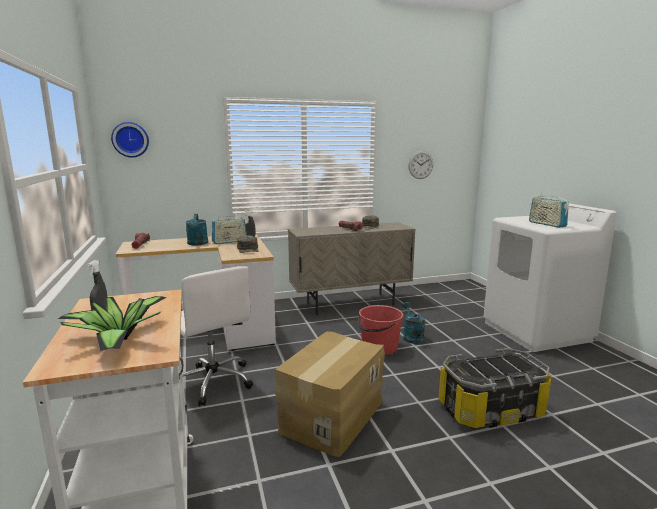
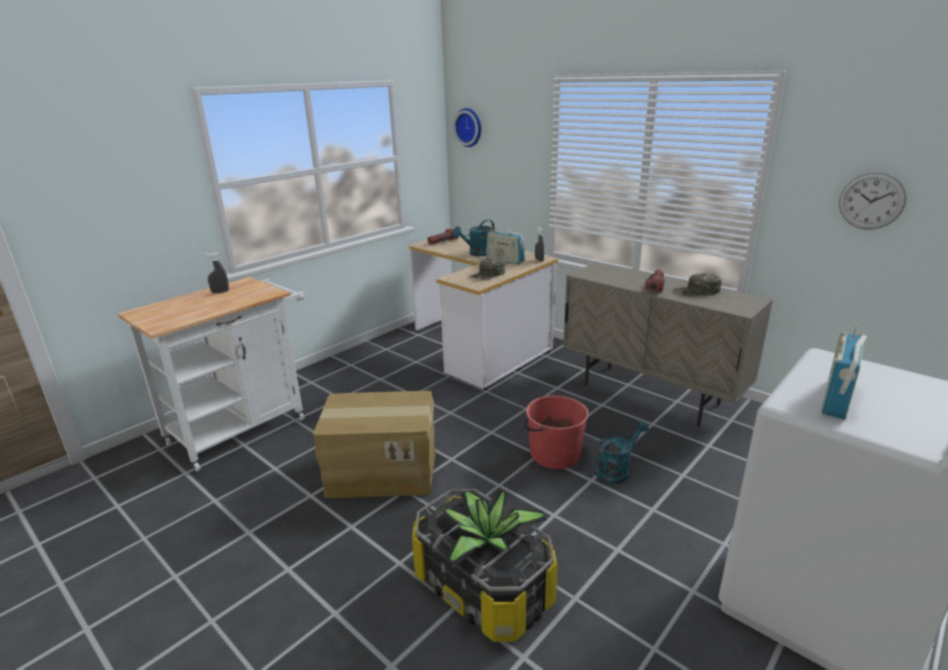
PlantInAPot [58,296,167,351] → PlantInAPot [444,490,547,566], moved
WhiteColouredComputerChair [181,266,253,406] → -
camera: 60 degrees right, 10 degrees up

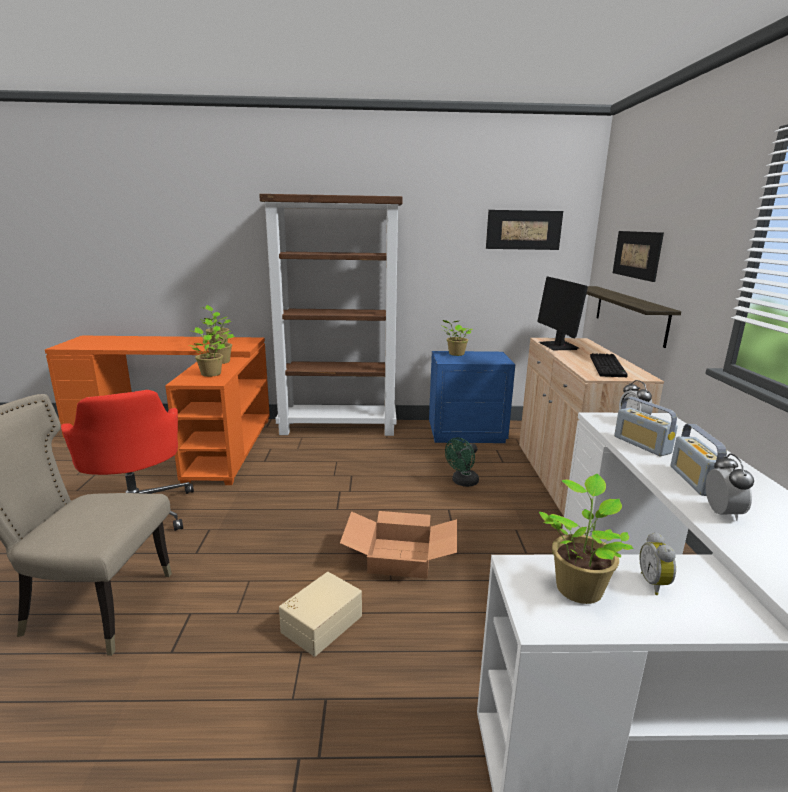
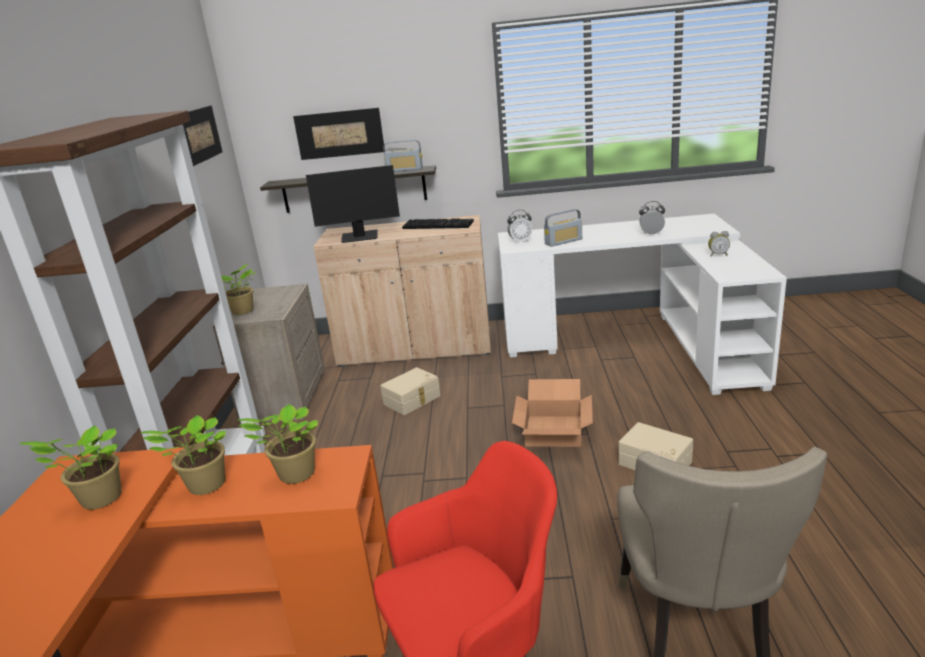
BlueBedsideTable [429,351,515,443] → SandColouredBedsideTable [213,284,325,423]
GreenishElectricFan [445,437,479,487] → SandColouredStorageBin [380,367,441,415]
PlantInAPot [539,474,633,604] → -
Radio [671,424,730,496] → Radio [383,140,423,172], moved
camera: 85 degrees left, 5 degrees up

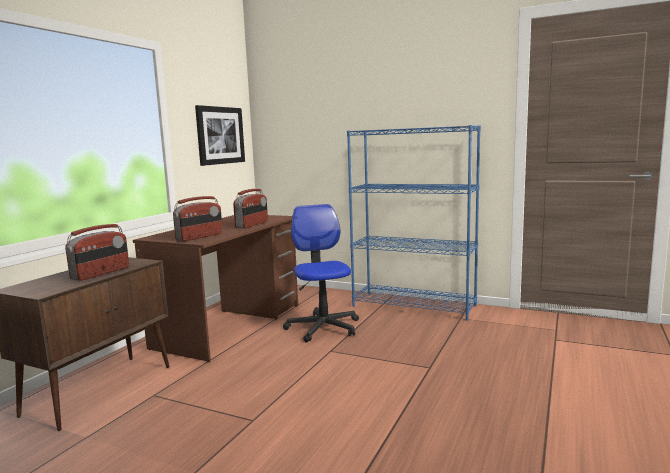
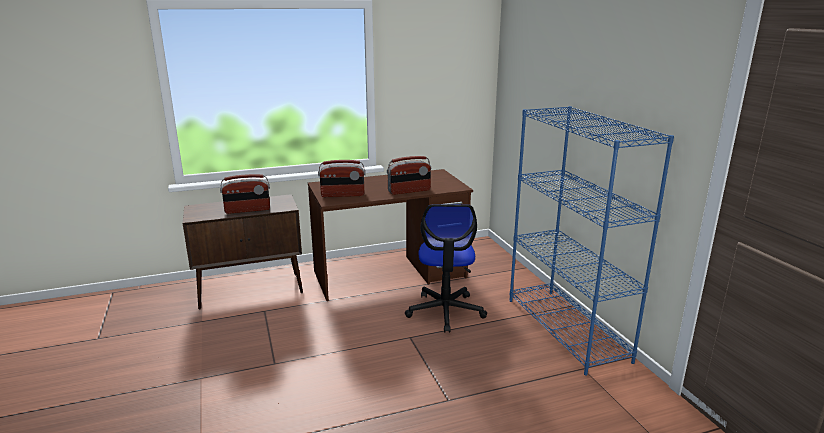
WallPicture [195,105,245,166] → -
ComputerChair [283,204,359,343] → ComputerChair [405,204,487,333], 150 degrees clockwise
camera: 45 degrees right, 10 degrees up

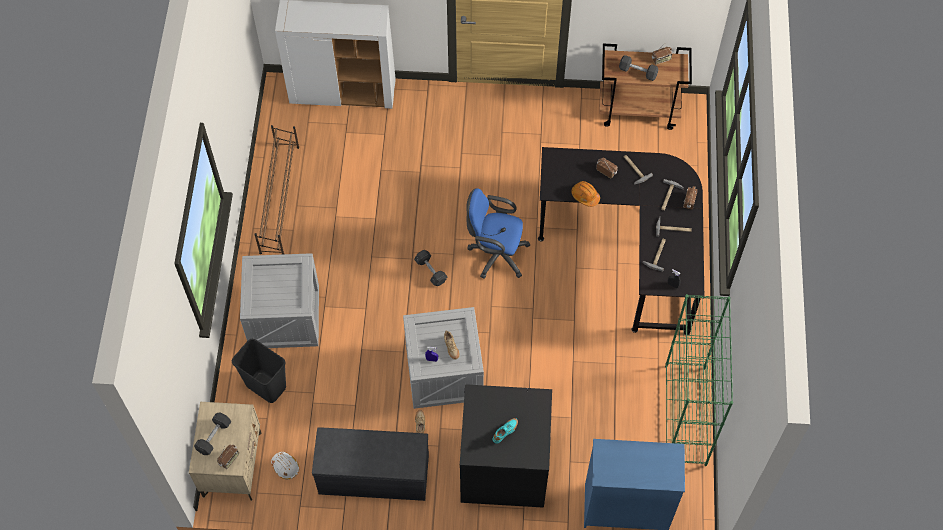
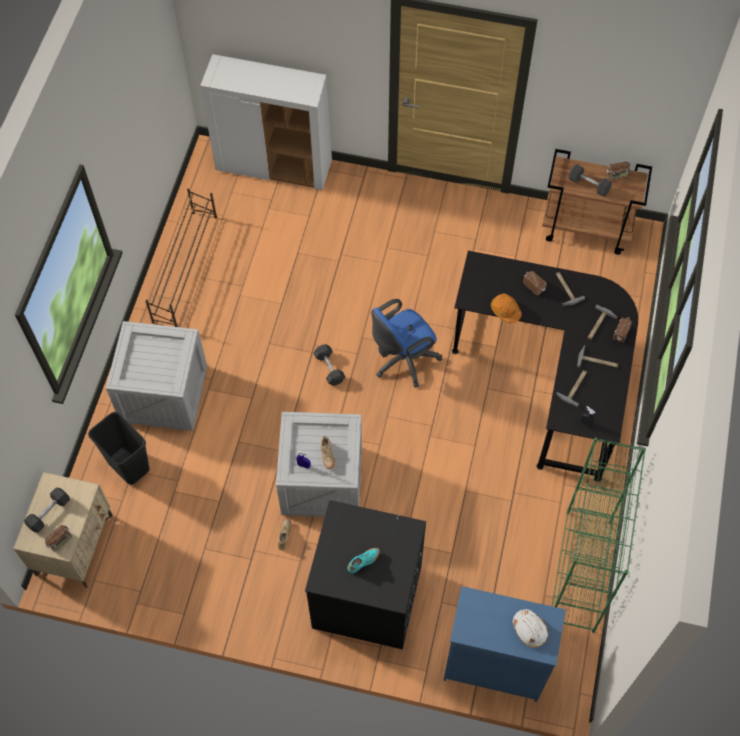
WhiteColouredSafetyHelmet [271,452,299,480] → WhiteColouredSafetyHelmet [513,609,548,648], moved
GreyishLongSeat [312,427,429,501] → -
BlueComputerChair [466,188,530,279] → BlueComputerChair [371,299,442,387], 60 degrees counterclockwise
camera: 10 degrees right, 0 degrees up

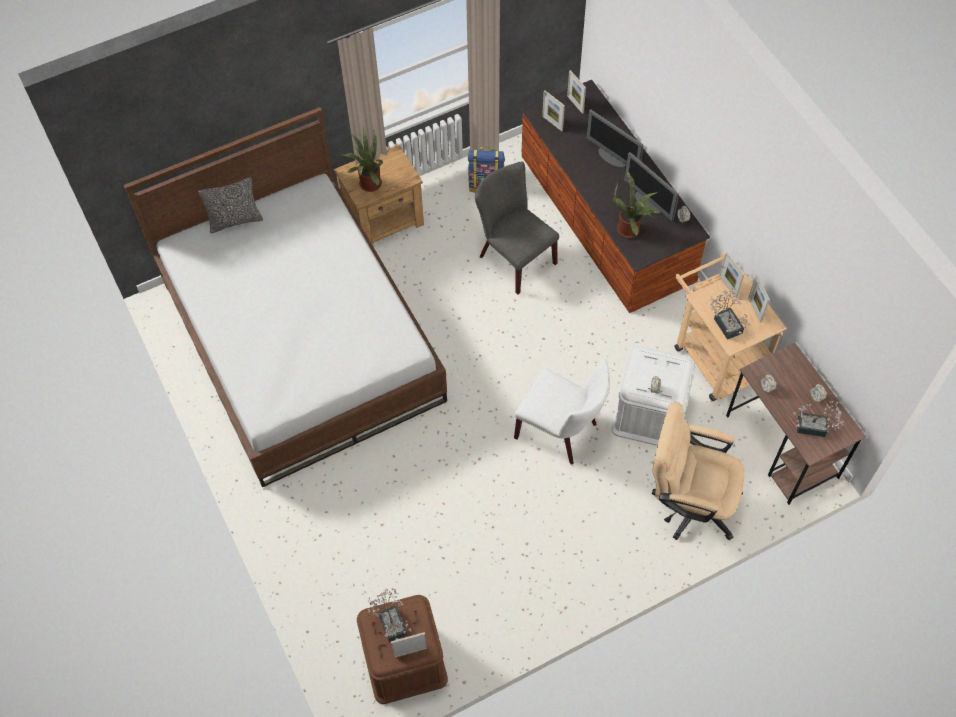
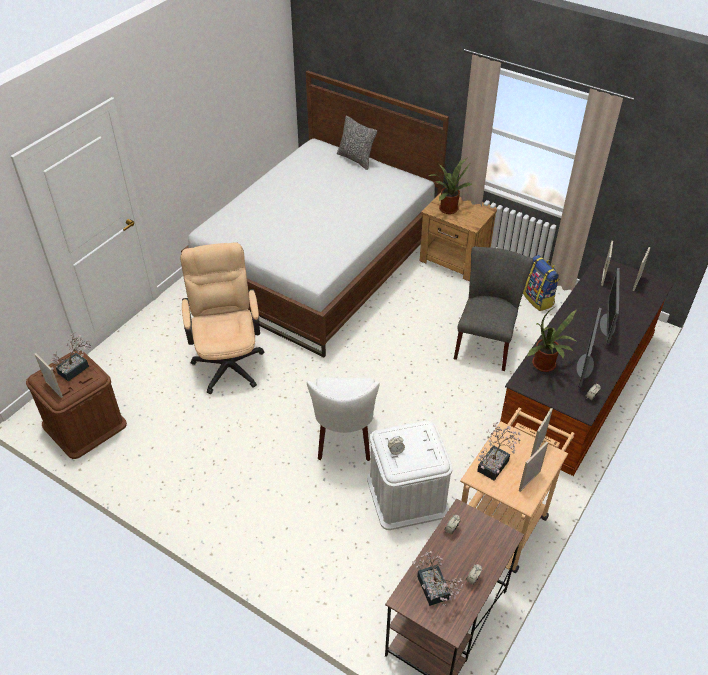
SandColouredComputerChair [652,402,744,540] → SandColouredComputerChair [180,242,265,394], moved
camera: 60 degrees right, 15 degrees down

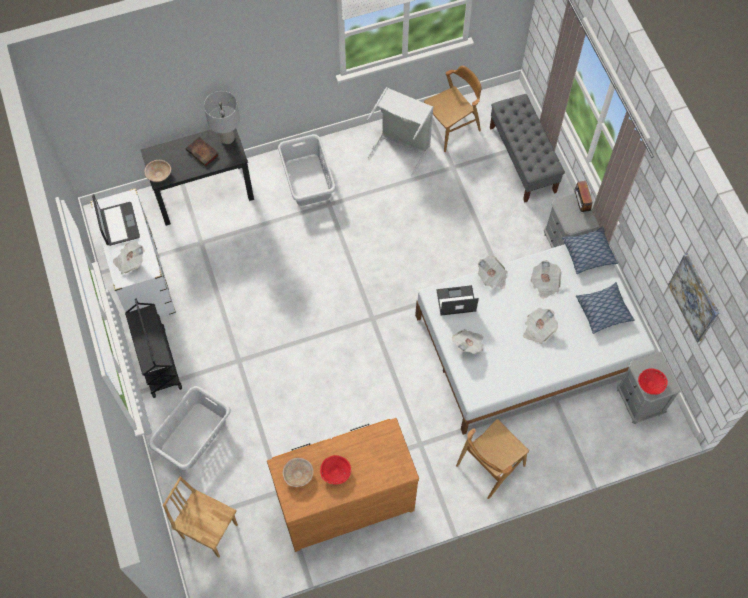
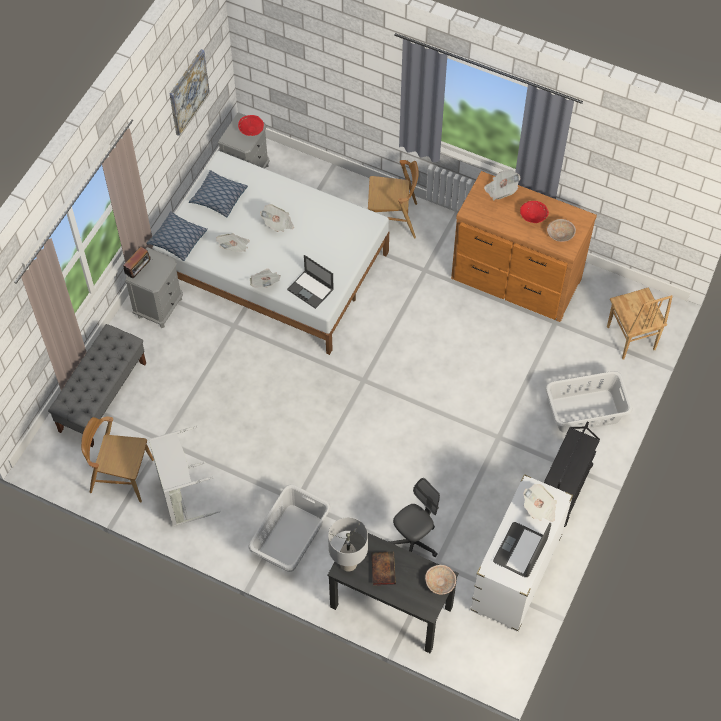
PrintedPaper [452,329,484,354] → PrintedPaper [484,169,521,200], moved
- → GreyishComputerChair [388,478,440,557]
camera: 135 degrees left, 5 degrees down

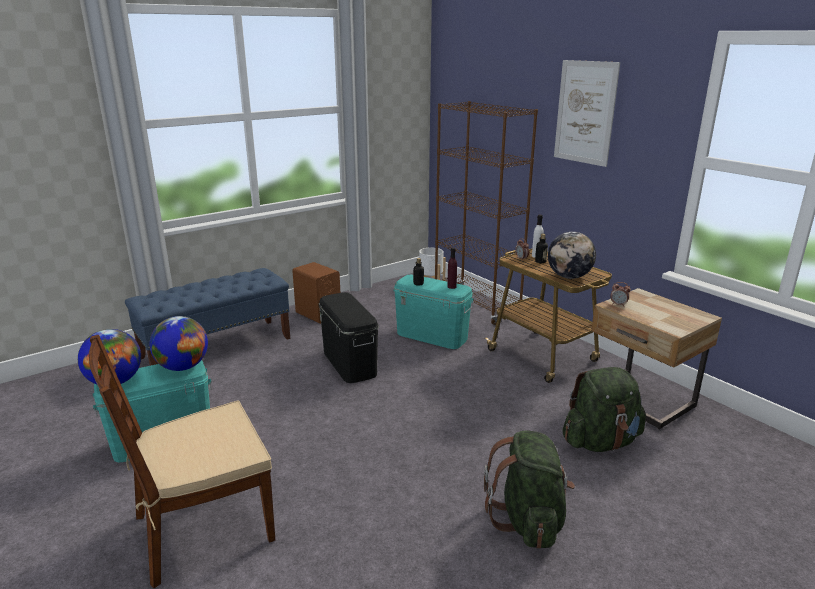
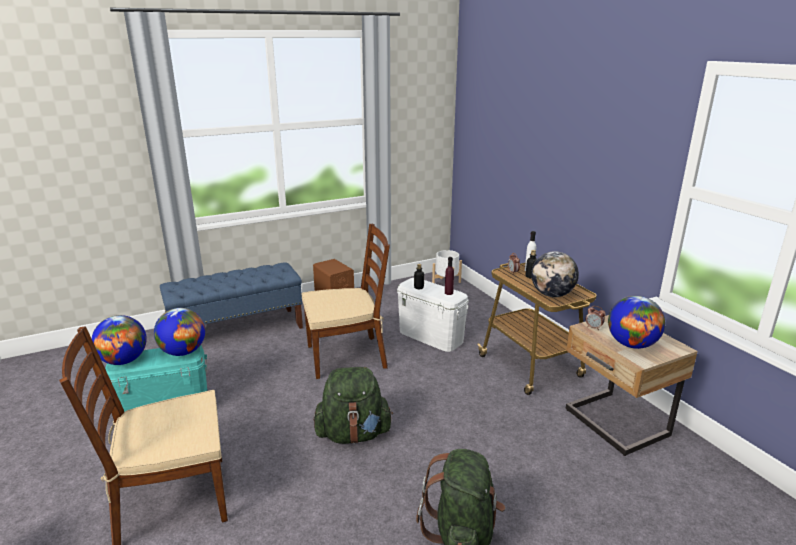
BlackColouredStorageBin [319,292,379,383] → BrownChair [302,224,390,379]
BlueGreenStorageBin [393,275,474,349] → WhiteColouredStorageBin [397,278,469,352]
BrownBookshelf [435,101,538,325] → -
WallPicture [554,60,620,167] → -
GreenishKnapsack [562,367,646,452] → GreenishKnapsack [313,367,393,444], moved
- → DeskGlobe [608,296,665,349]
camera: 10 degrees right, 0 degrees up

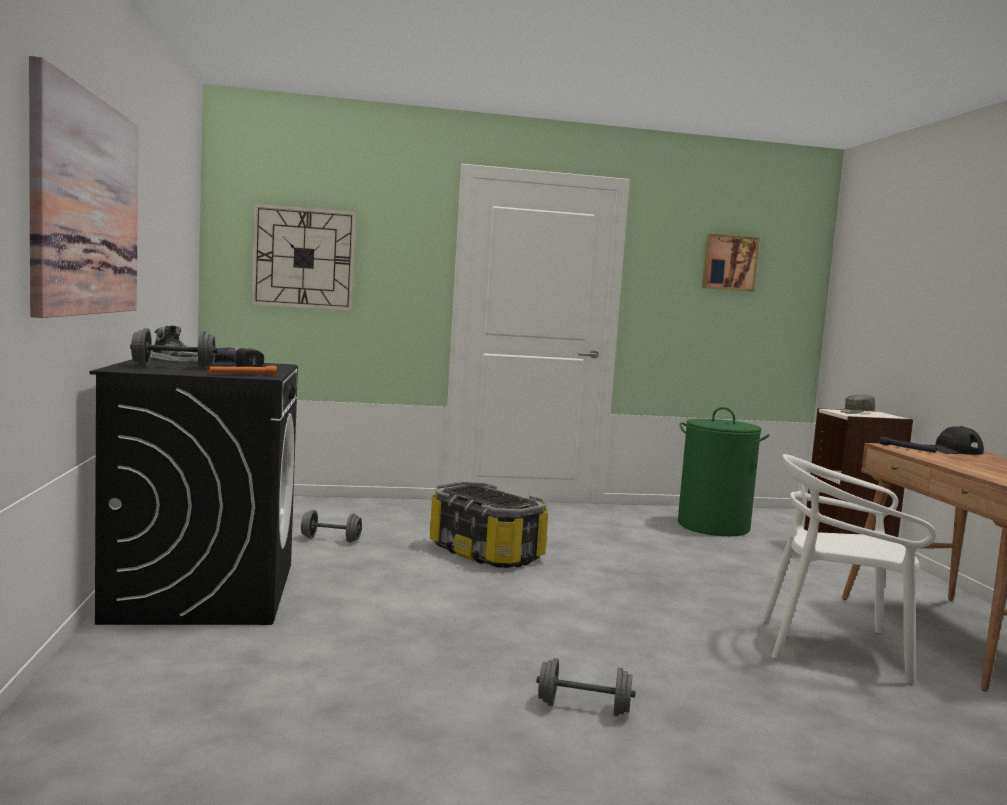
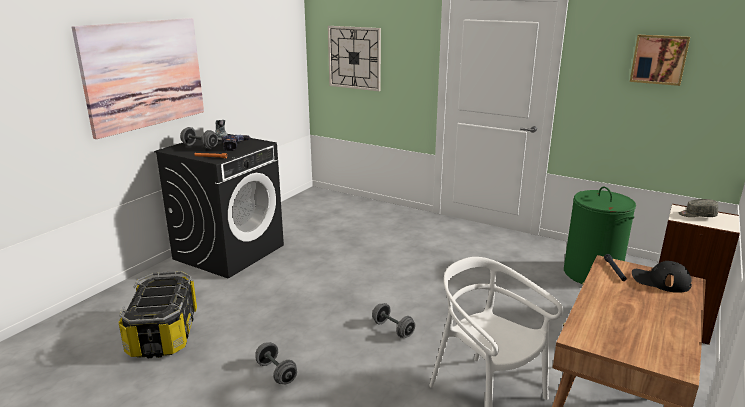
GreyishHandWeight [301,510,362,542] → GreyishHandWeight [372,303,415,338], moved
StorageBin [430,481,548,568] → StorageBin [118,271,197,358], moved
camera: 40 degrees right, 15 degrees up

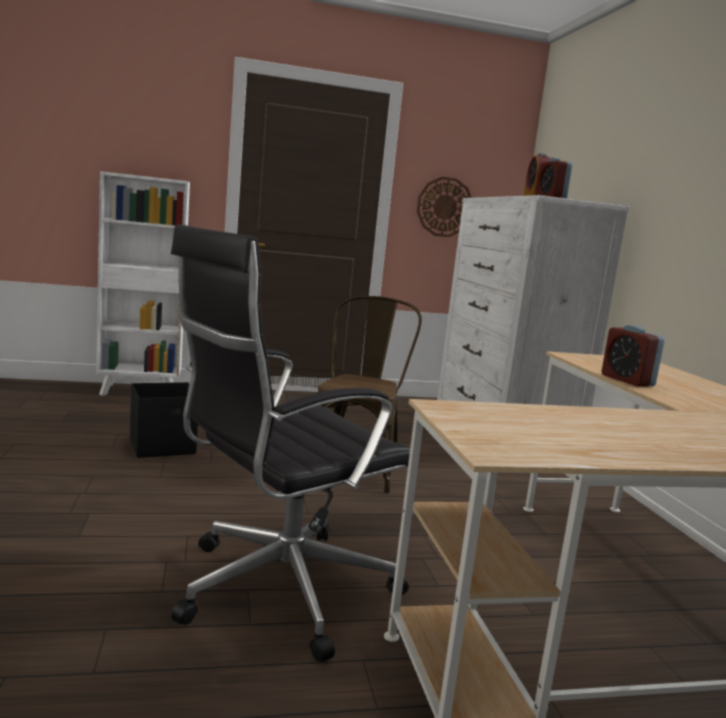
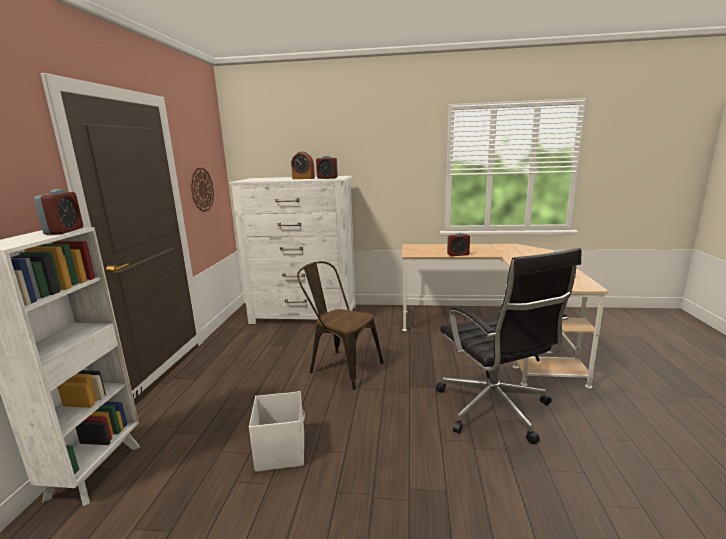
BlackColouredStorageBin [130,382,198,458] → WhiteColouredStorageBin [249,391,305,472]
- → BedsideClock [34,189,83,235]
camera: 70 degrees left, 5 degrees up

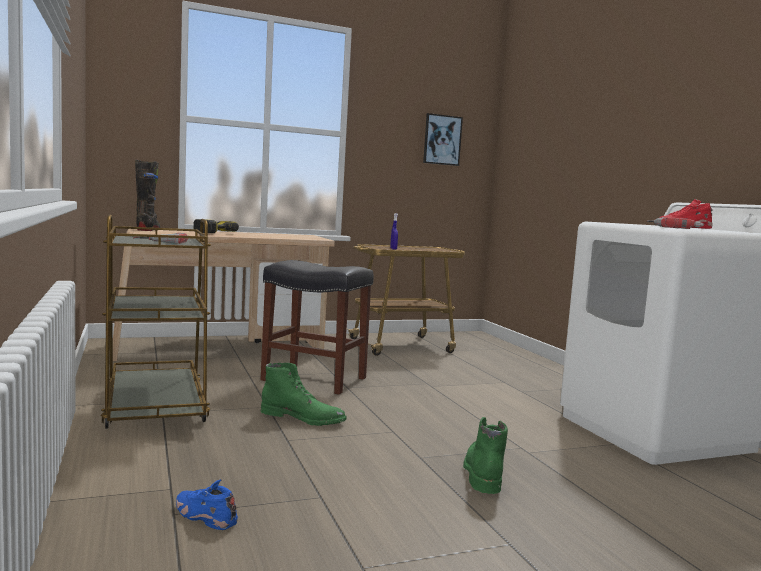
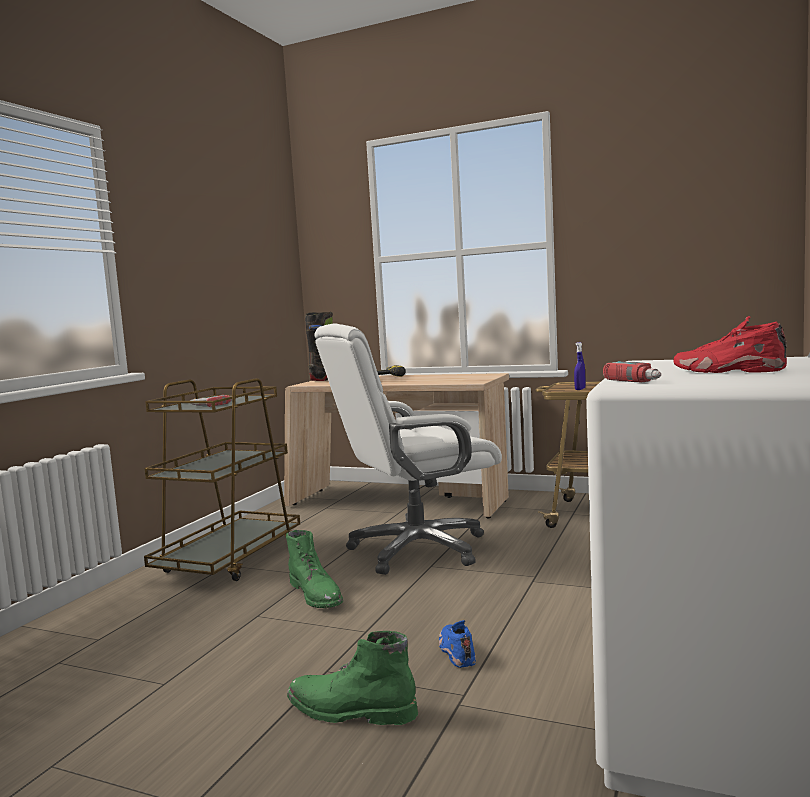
BlueShoe [176,479,238,530] → BlueShoe [439,620,476,668], moved
BlackColouredSittingStool [261,260,374,395] → WhiteColouredComputerChair [314,323,502,575]
WallPicture [423,113,463,166] → -
GreenishBoot [463,417,508,494] → GreenishBoot [287,631,418,725], 120 degrees counterclockwise
camera: 45 degrees right, 0 degrees up

